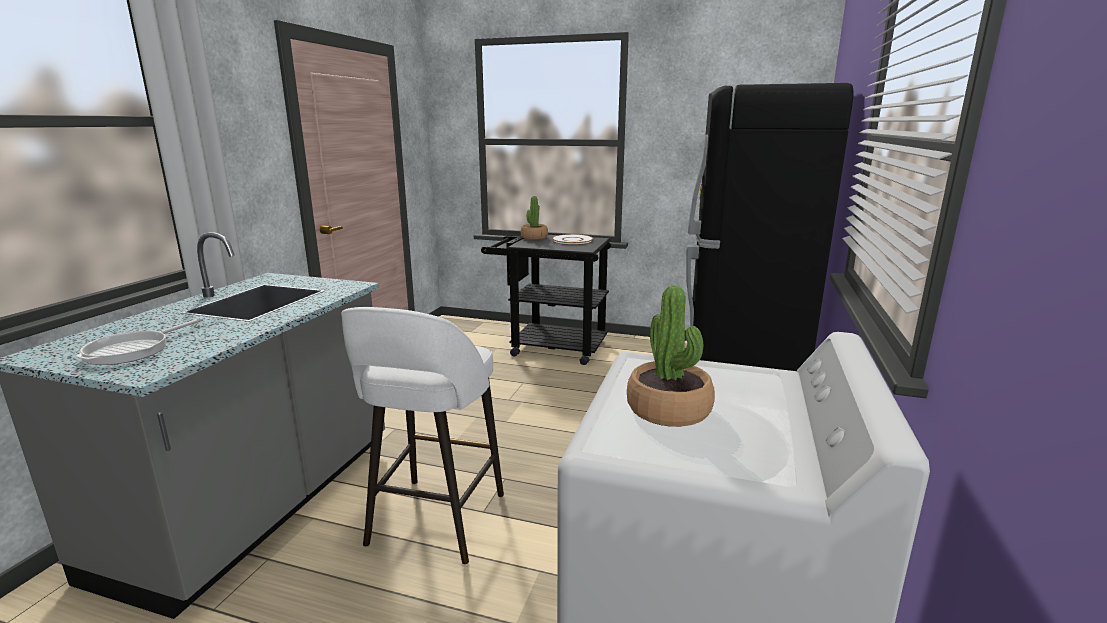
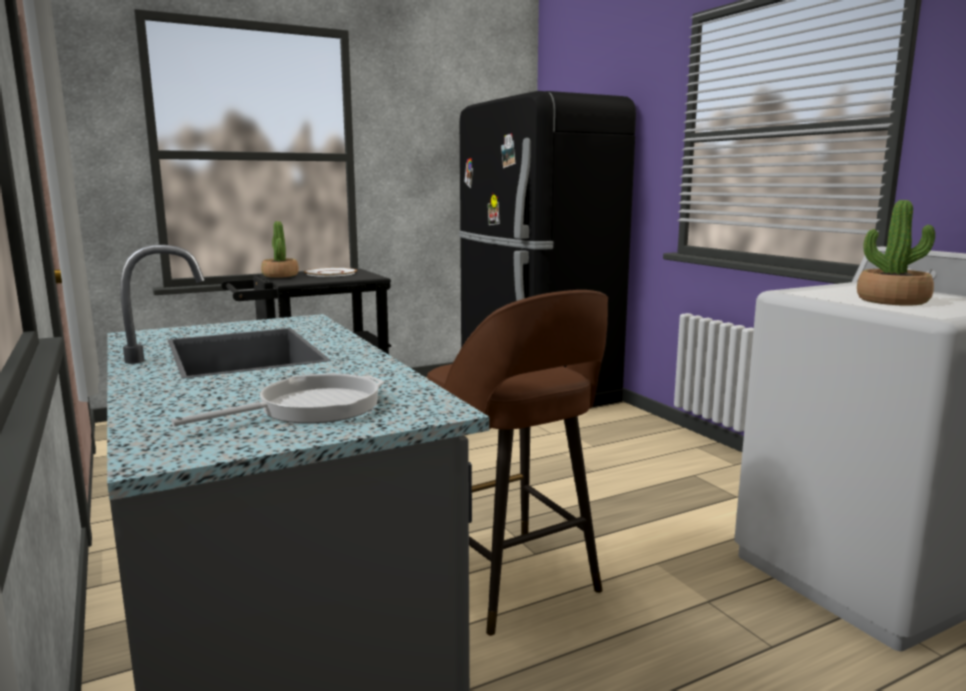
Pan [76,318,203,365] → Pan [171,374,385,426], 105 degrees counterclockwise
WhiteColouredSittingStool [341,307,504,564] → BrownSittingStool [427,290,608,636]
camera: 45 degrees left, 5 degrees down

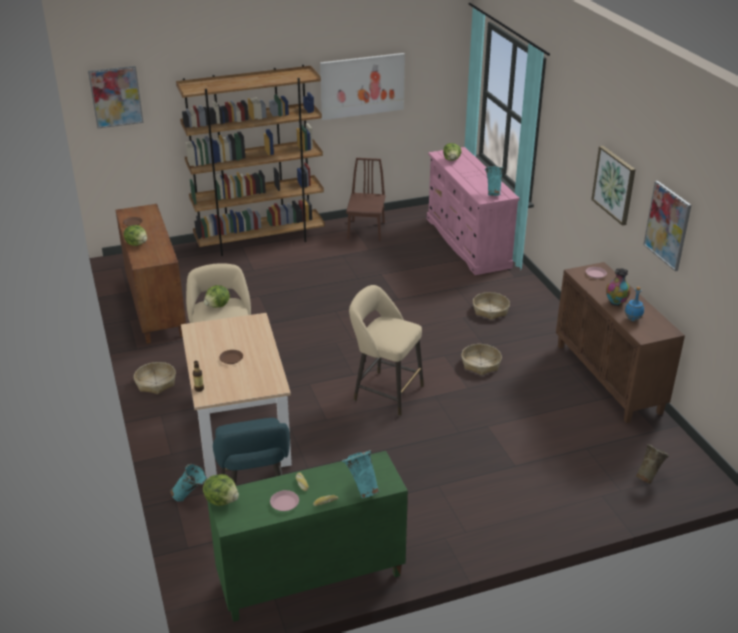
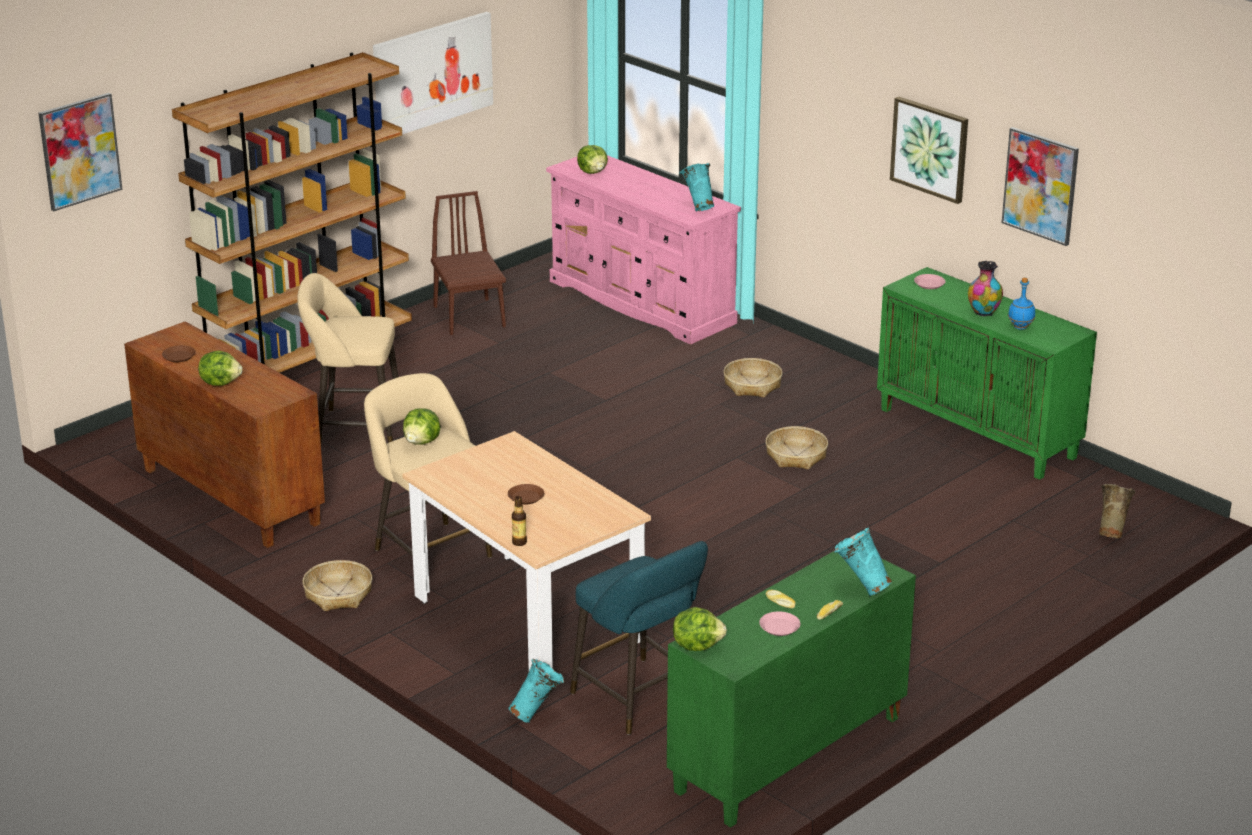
SandColouredSittingStool [349,285,424,416] → SandColouredSittingStool [297,273,398,443], moved
BrownStorageCabinet [556,262,685,423] → GreenishStorageCabinet [877,267,1097,480]
camera: 25 degrees left, 5 degrees down

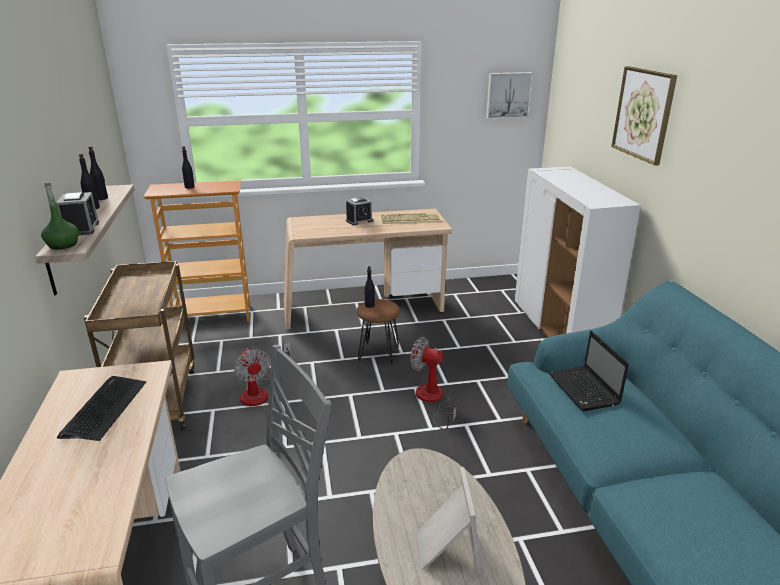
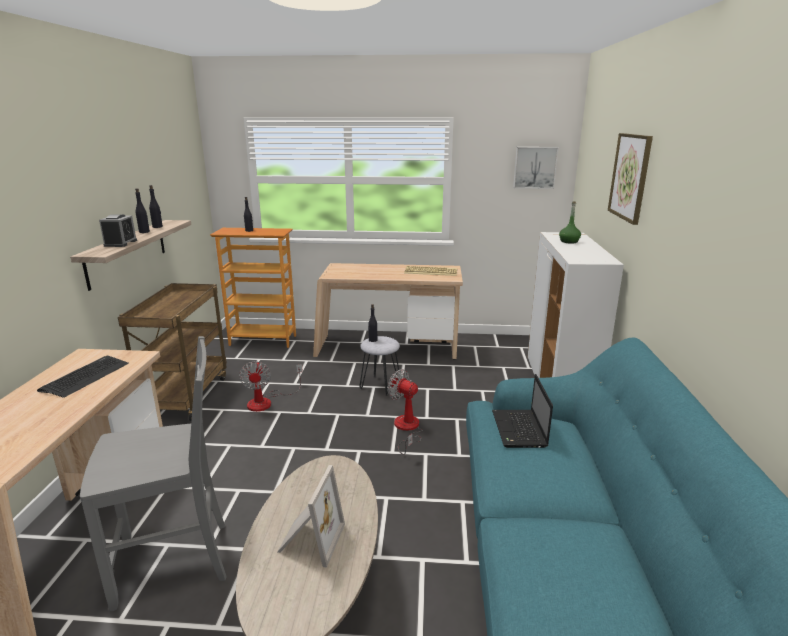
GreenishBottle [41,183,79,249] → GreenishBottle [559,202,581,244], moved
BedsideClock [346,197,373,225] → -
BrownSittingStool [356,299,401,365] → GreyishSittingStool [359,336,400,396]
camera: 15 degrees right, 5 degrees down

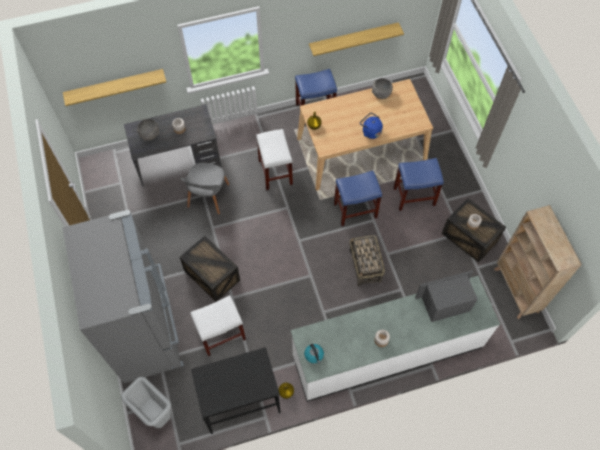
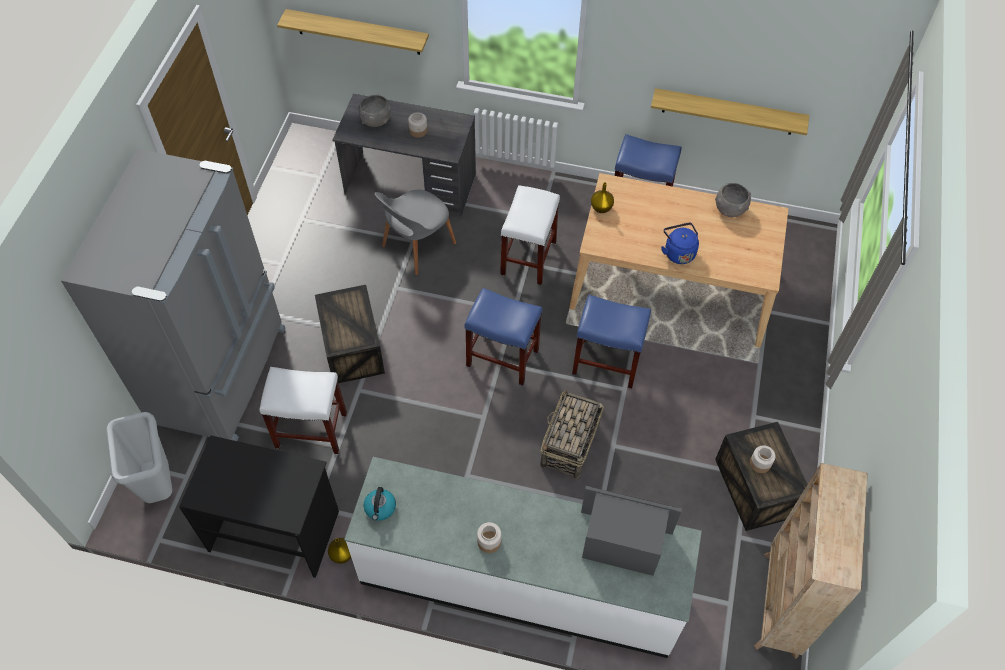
BlueSittingStool [393,158,444,211] → BlueSittingStool [465,288,542,386], moved
camera: 30 degrees right, 5 degrees down

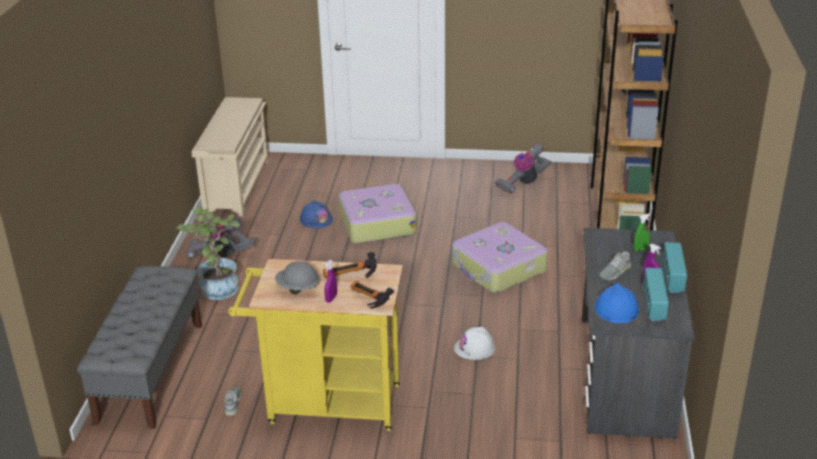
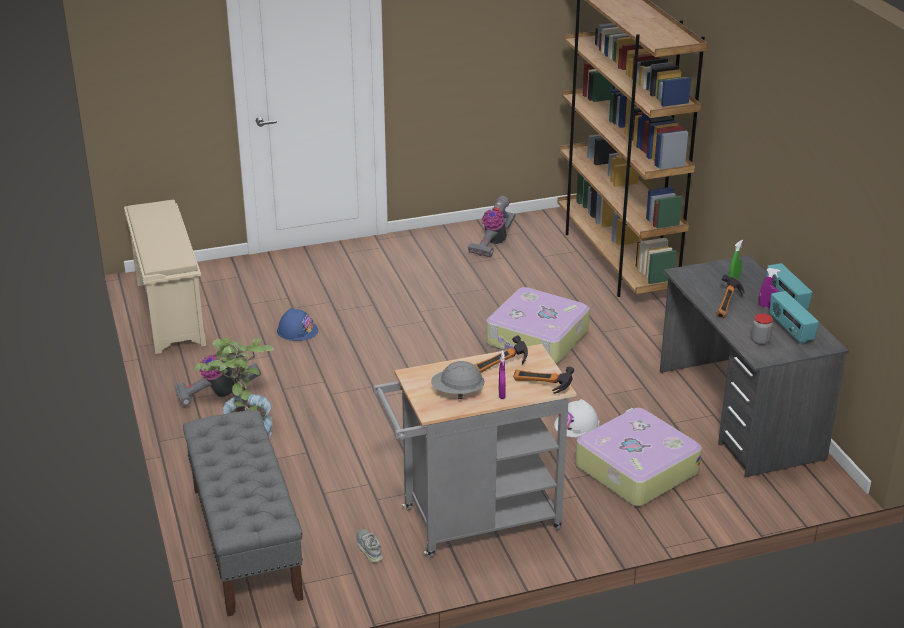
YellowCart [228,259,403,432] → GreyishCart [373,344,577,558]
PieceOfLuggage [339,184,417,244] → PieceOfLuggage [575,408,702,506], moved
BlueSafetyHelmet [594,283,639,323] → Jar [751,313,773,345]
GreyishShoe [599,251,631,280] → HandHammer [716,274,745,318]
camera: 25 degrees left, 0 degrees up

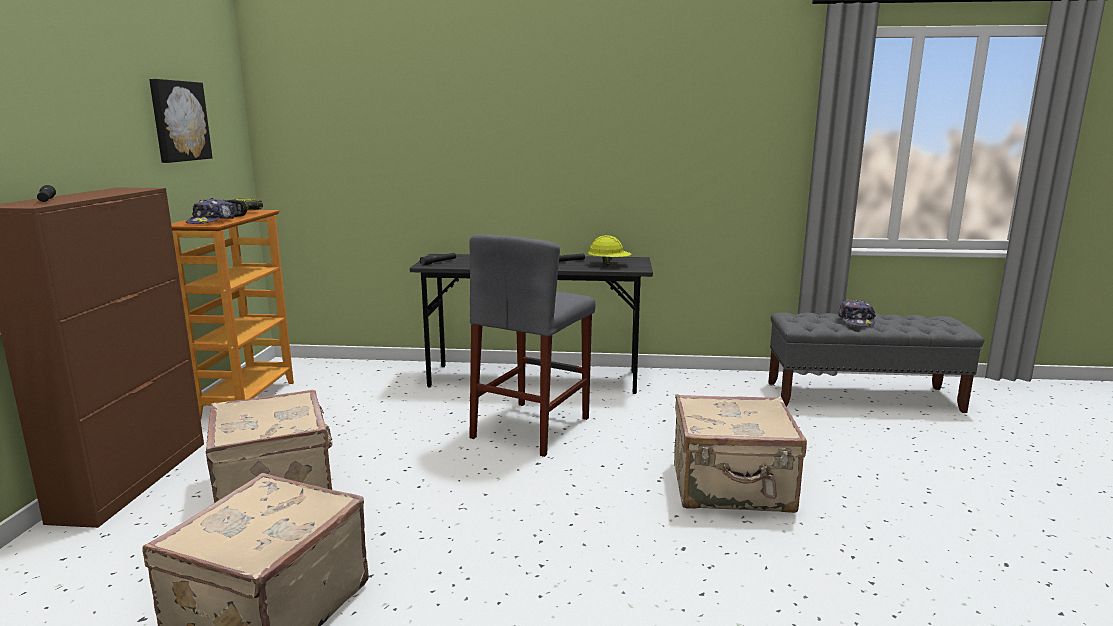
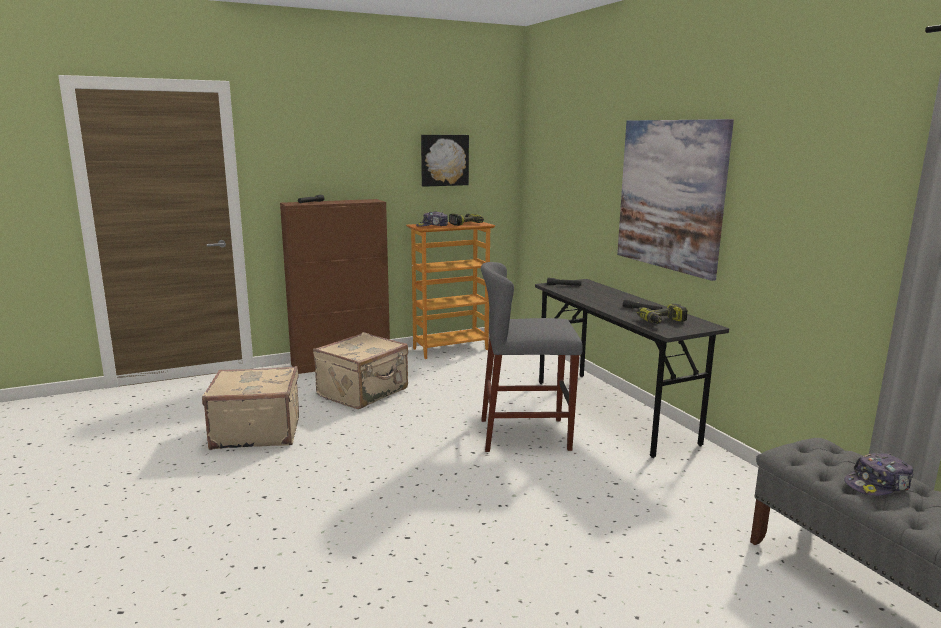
YellowSafetyHelmet [588,235,632,265] → PowerDrill [636,304,688,324]
SandColouredPieceOfLuggage [674,394,807,513] → -
- → WallPicture [617,119,734,281]
camera: 60 degrees right, 0 degrees up

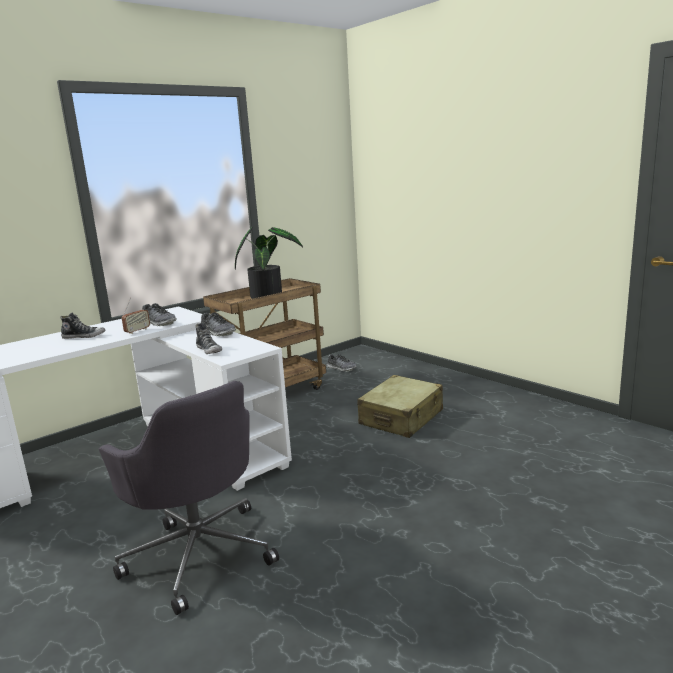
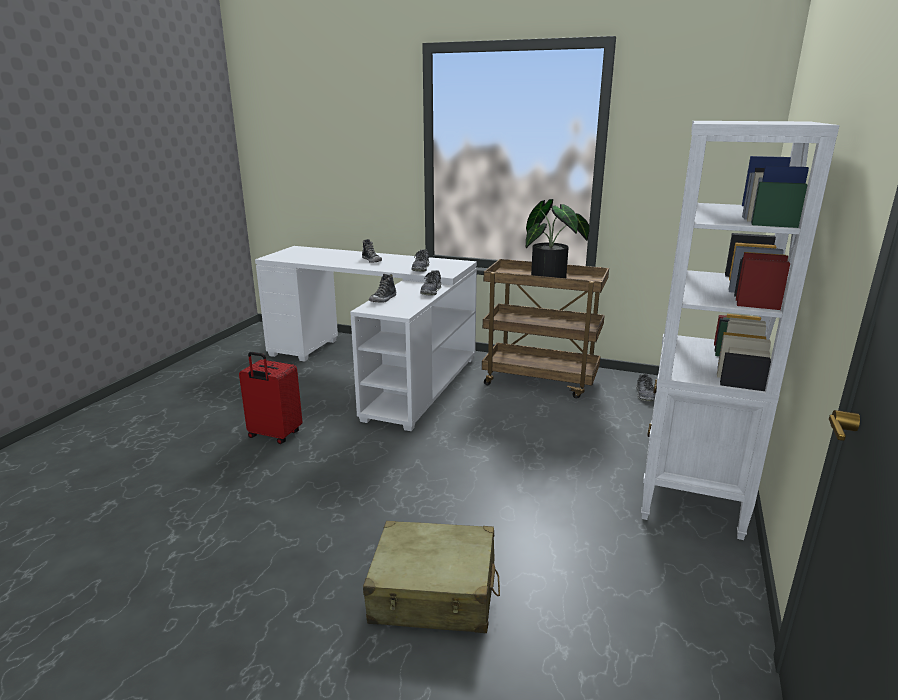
GreyishComputerChair [99,381,279,615] → RedPieceOfLuggage [239,352,302,444]
Radio [122,298,150,334] → -
SandColouredPieceOfLuggage [357,375,443,438] → SandColouredPieceOfLuggage [363,521,500,633], moved
- → WhiteColouredBookshelf [641,121,840,540]
camera: 60 degrees right, 5 degrees up

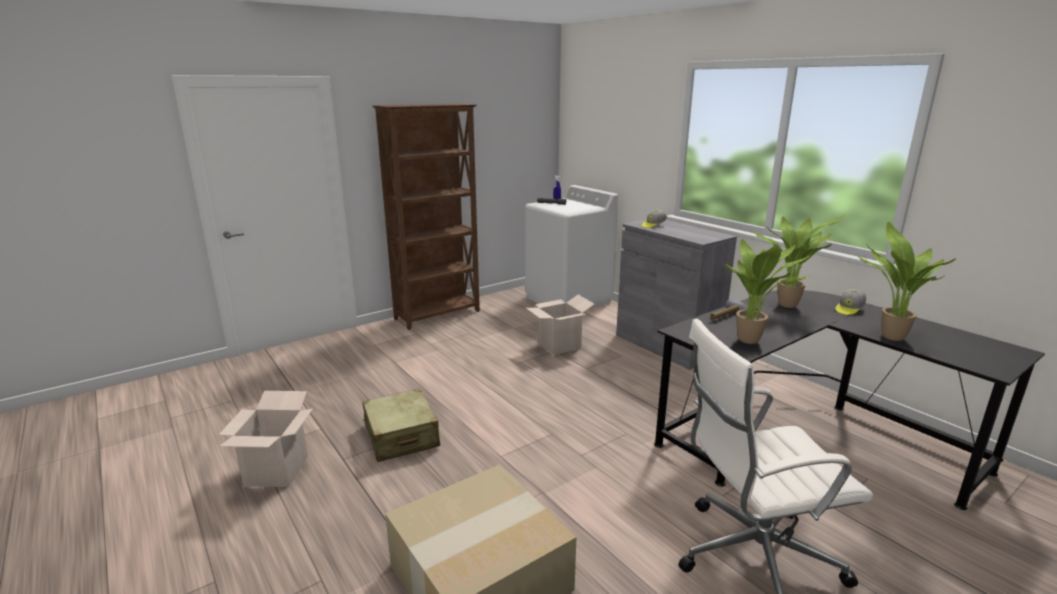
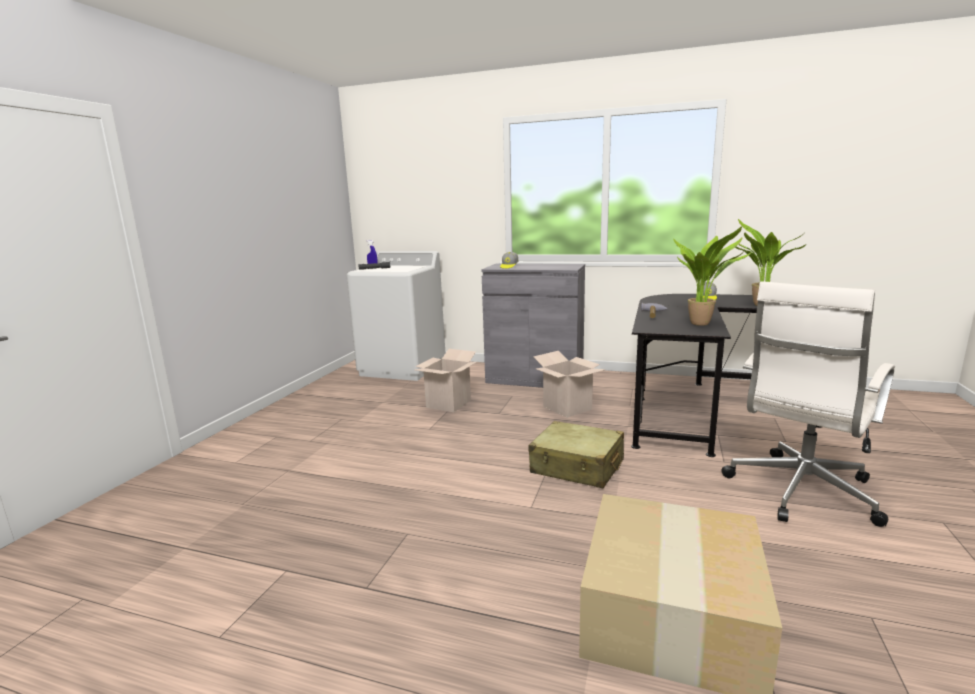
CardboardBox [219,391,313,487] → CardboardBox [533,351,606,418], moved
SandColouredPieceOfLuggage [362,388,440,462] → SandColouredPieceOfLuggage [528,421,624,488], moved
BrownBookshelf [372,103,480,330] → -
PlantInAPot [753,214,845,308] → -
camera: 35 degrees left, 5 degrees down

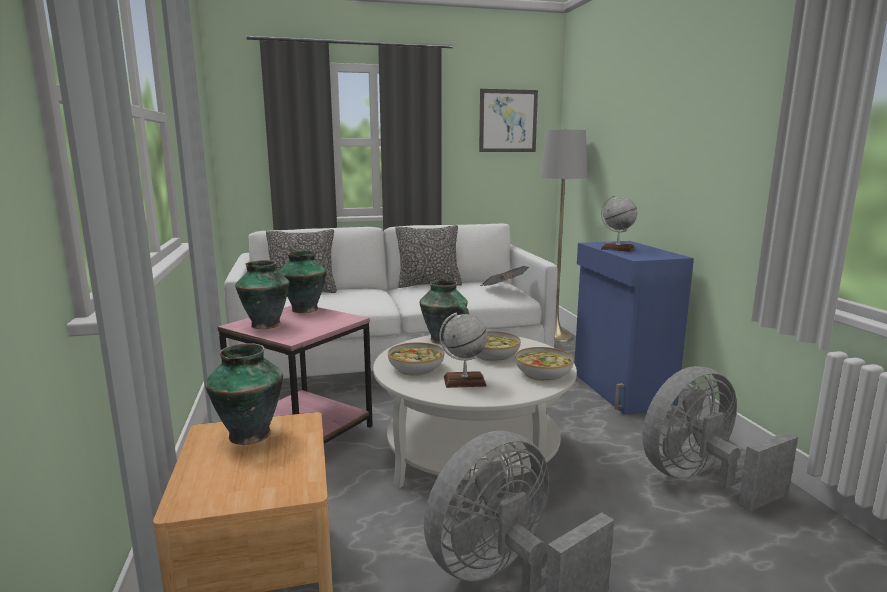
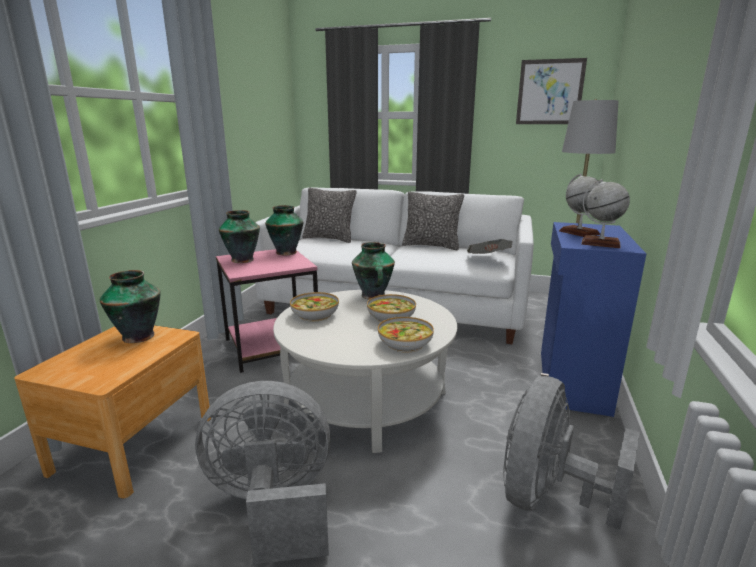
DeskGlobe [439,312,487,388] → DeskGlobe [581,179,630,248], moved
GreyishElectricFan [642,366,798,512] → GreyishElectricFan [503,376,640,530], 60 degrees counterclockwise
camera: 30 degrees right, 5 degrees up

